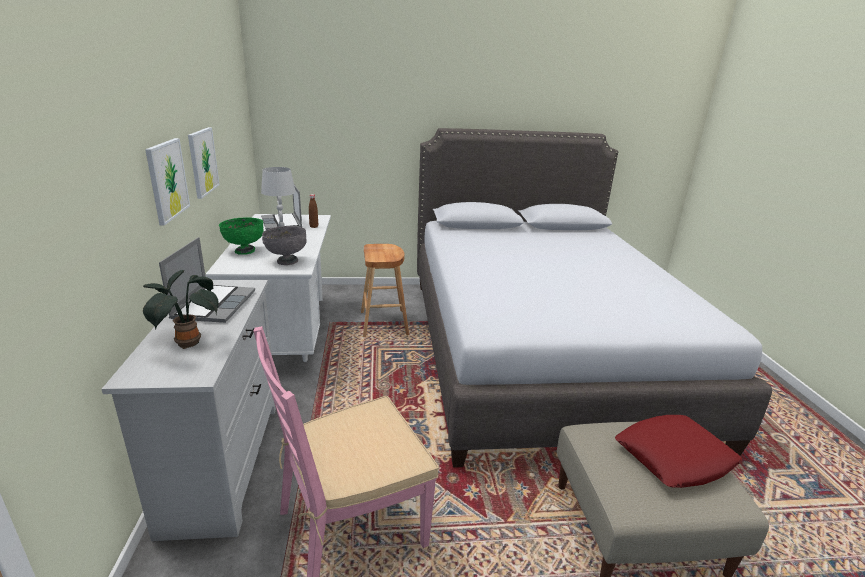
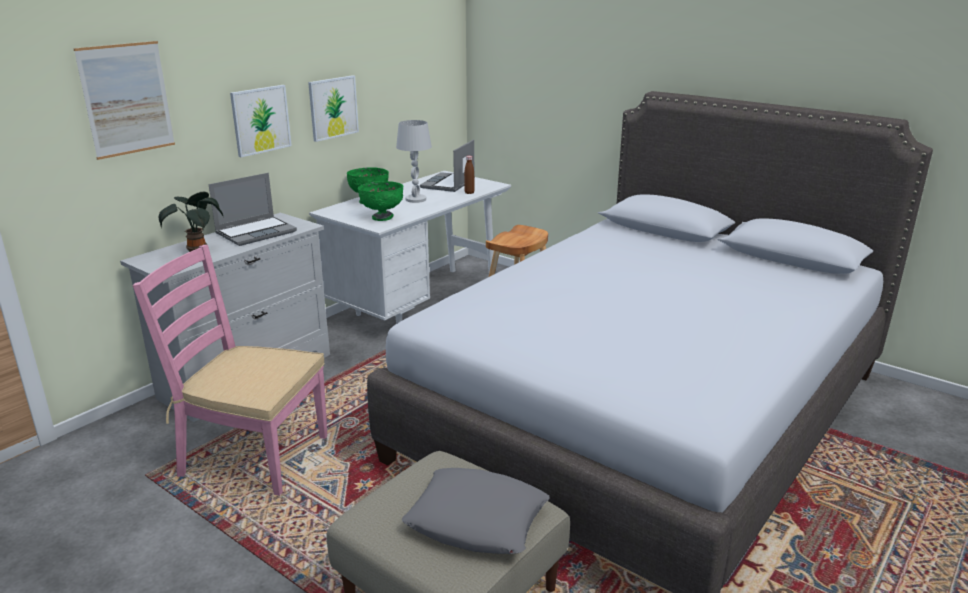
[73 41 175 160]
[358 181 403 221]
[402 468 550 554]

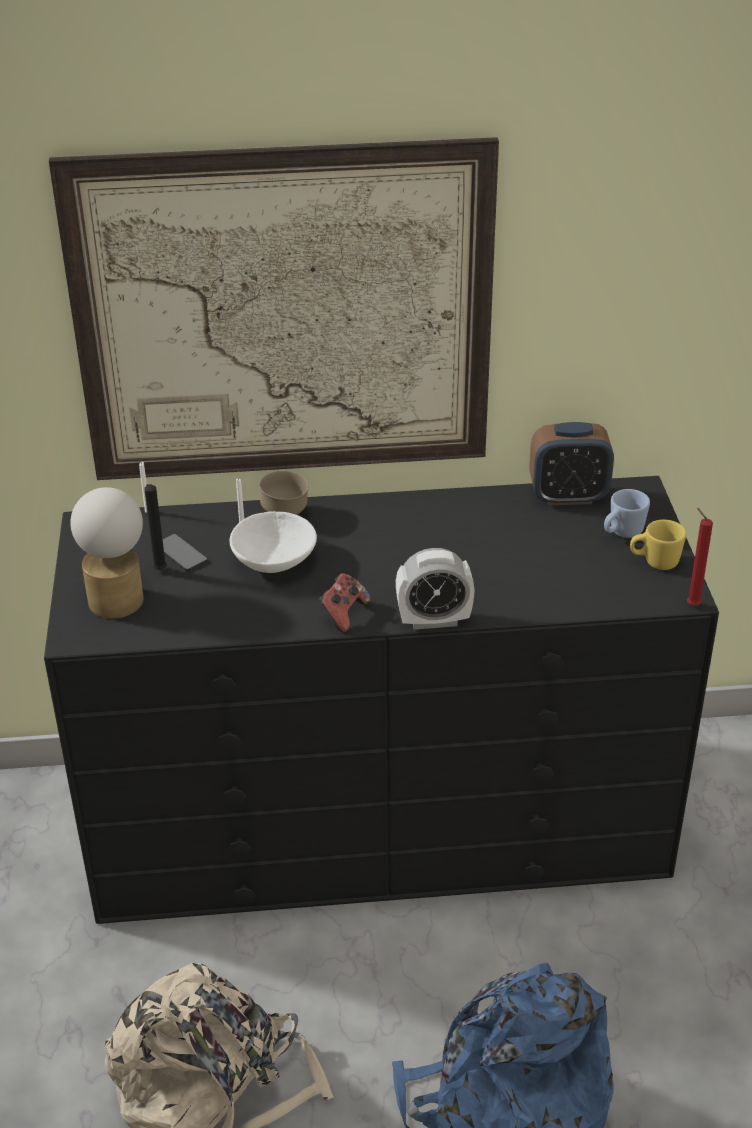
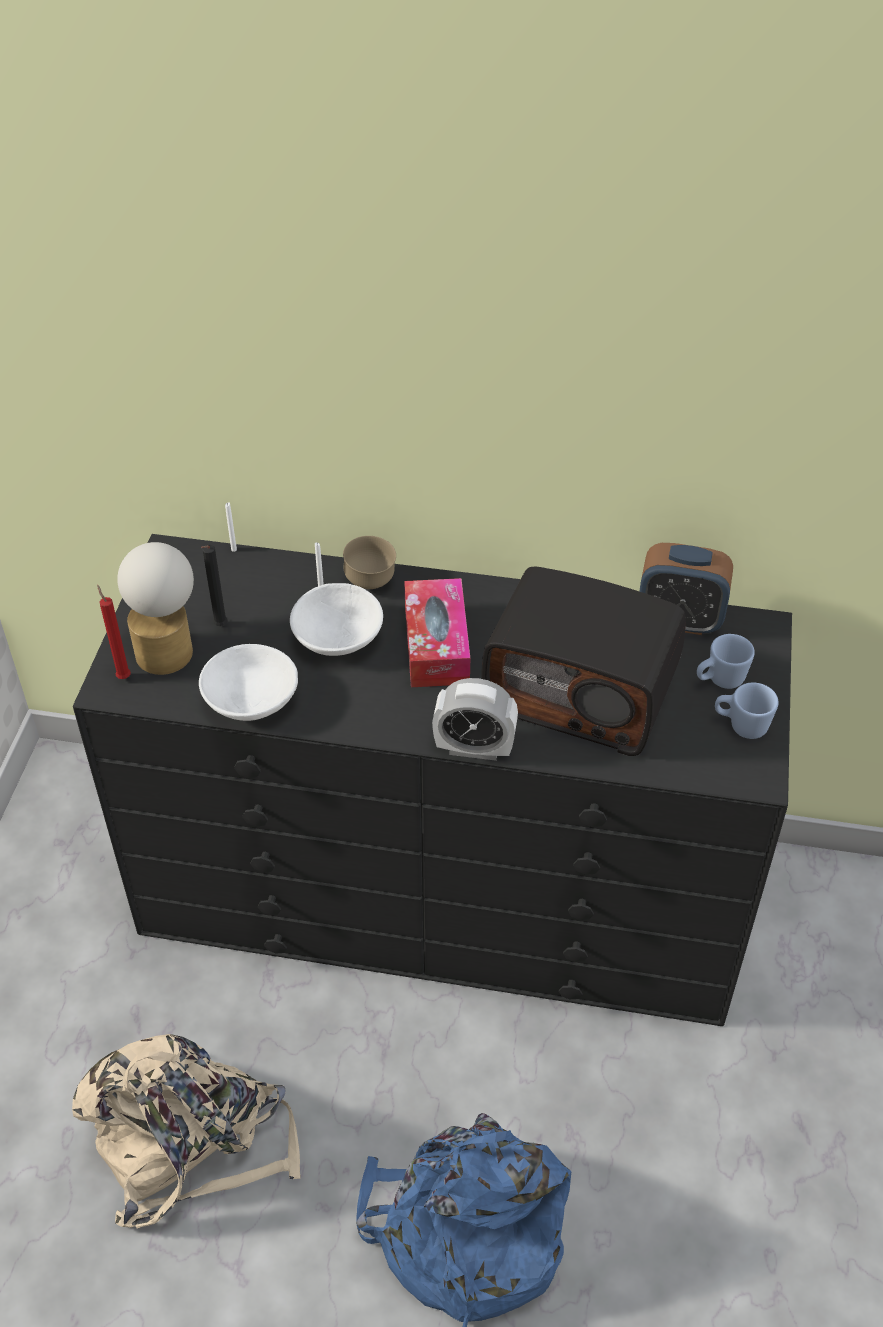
[49 137 499 480] (first image)
[163 534 208 571] (first image)
[319 573 371 632] (first image)
[199 644 298 721]
[404 578 470 687]
[481 566 686 756]
[97 585 131 679]
[715 683 779 739]

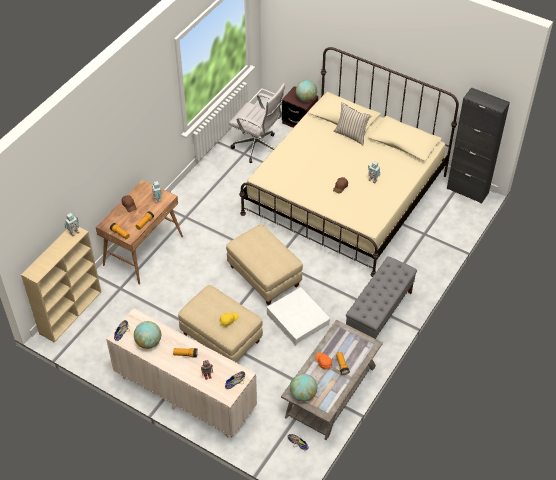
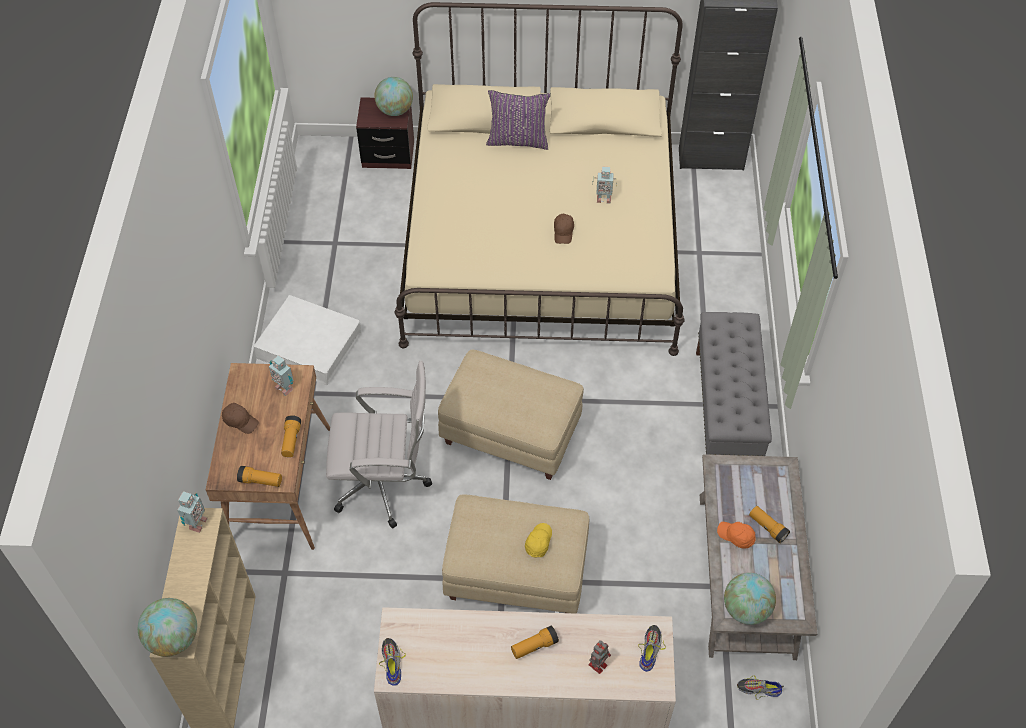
[138 598 197 657]
[326 361 432 529]
[253 295 361 385]
[486 90 551 150]

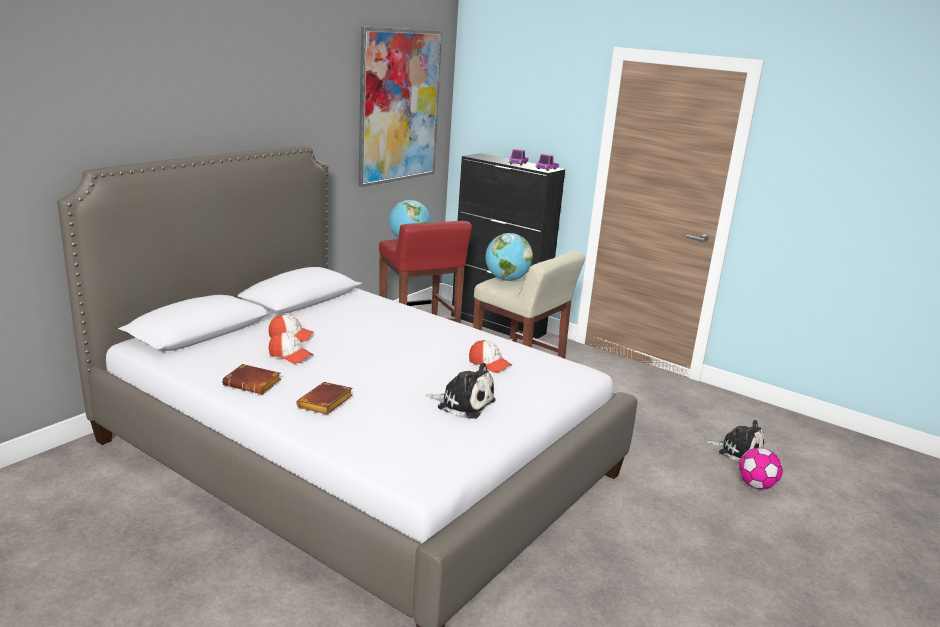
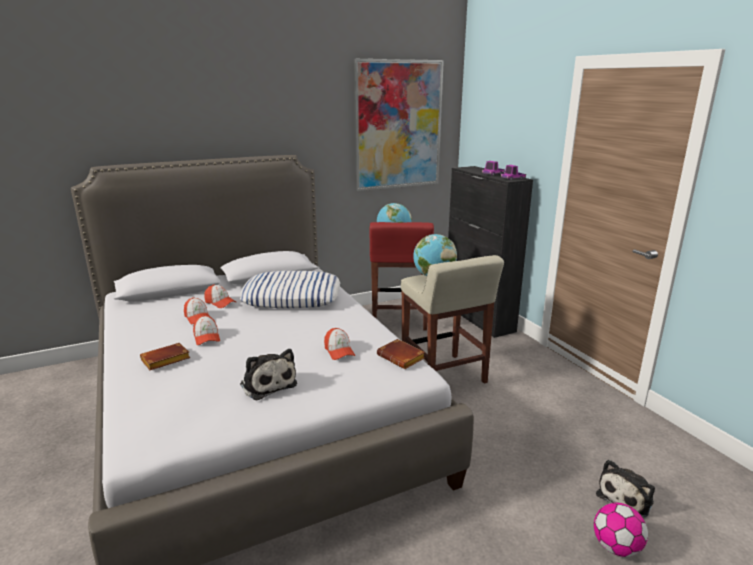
[193 315 220 345]
[240 271 340 308]
[377 339 425 369]
[596 460 655 518]

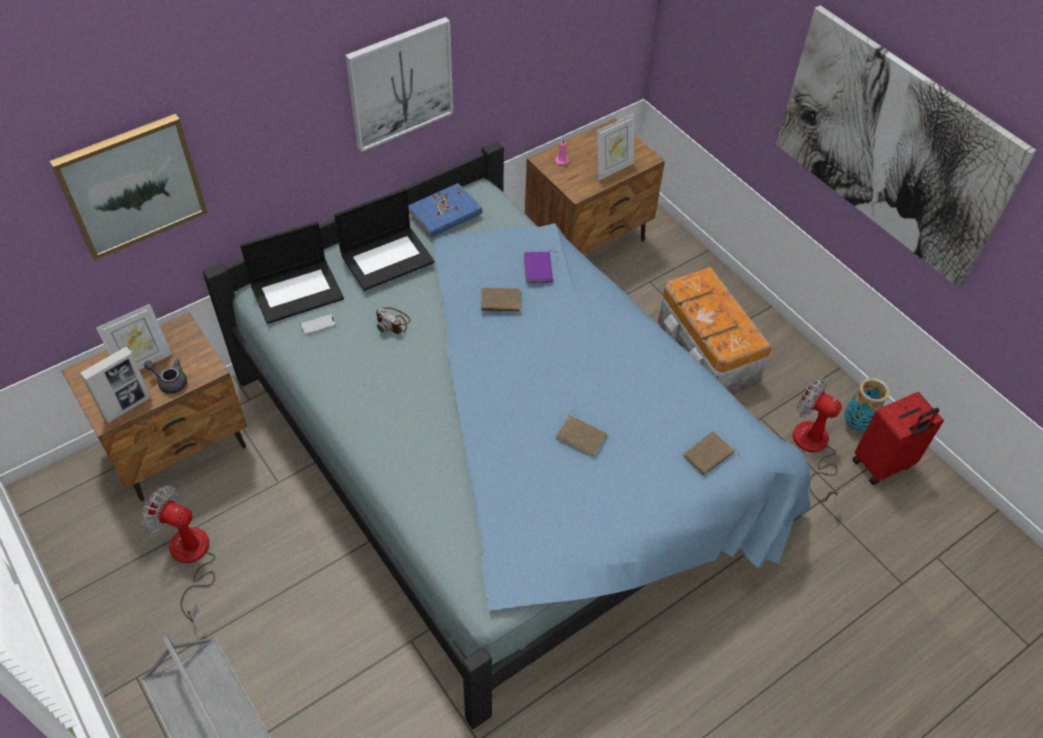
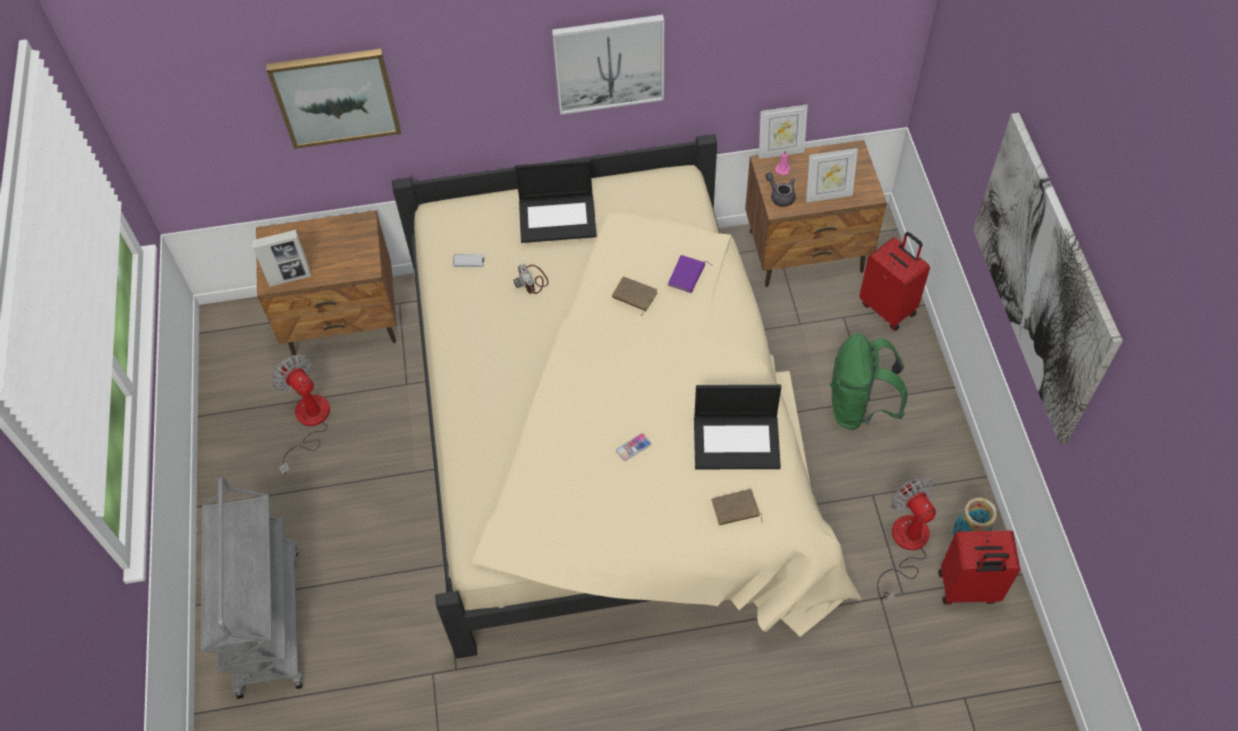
[408 183 482 237] (first image)
[859 232 930 331]
[759 104 808 159]
[765 172 796 207]
[694 385 781 469]
[616 433 651 461]
[830 334 908 430]
[392 134 861 659]

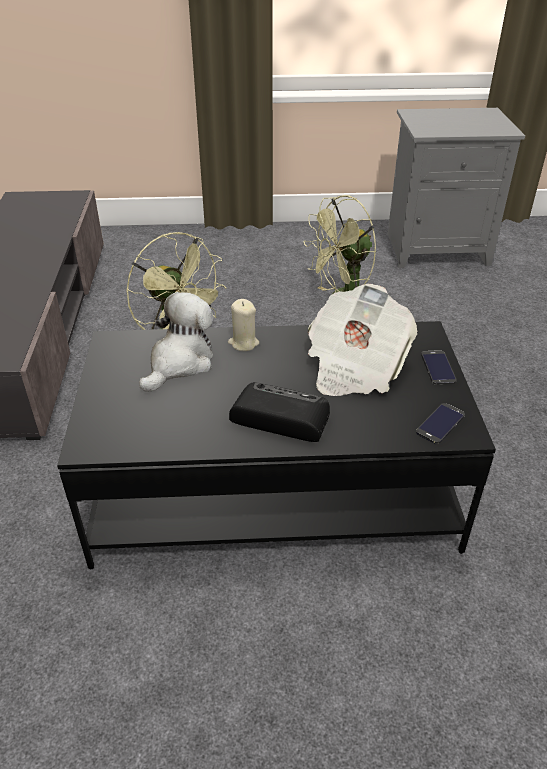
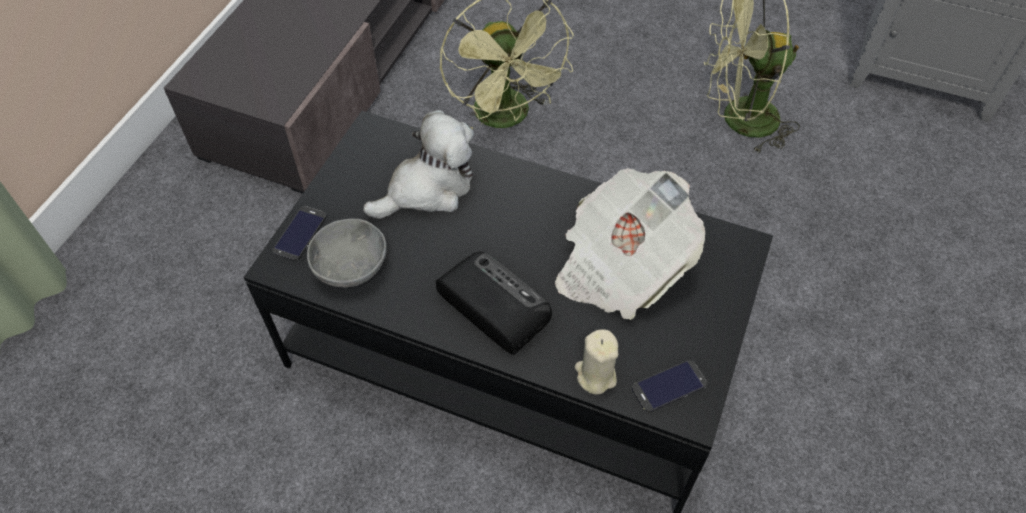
[307 219 387 288]
[575 329 618 394]
[272 206 326 261]

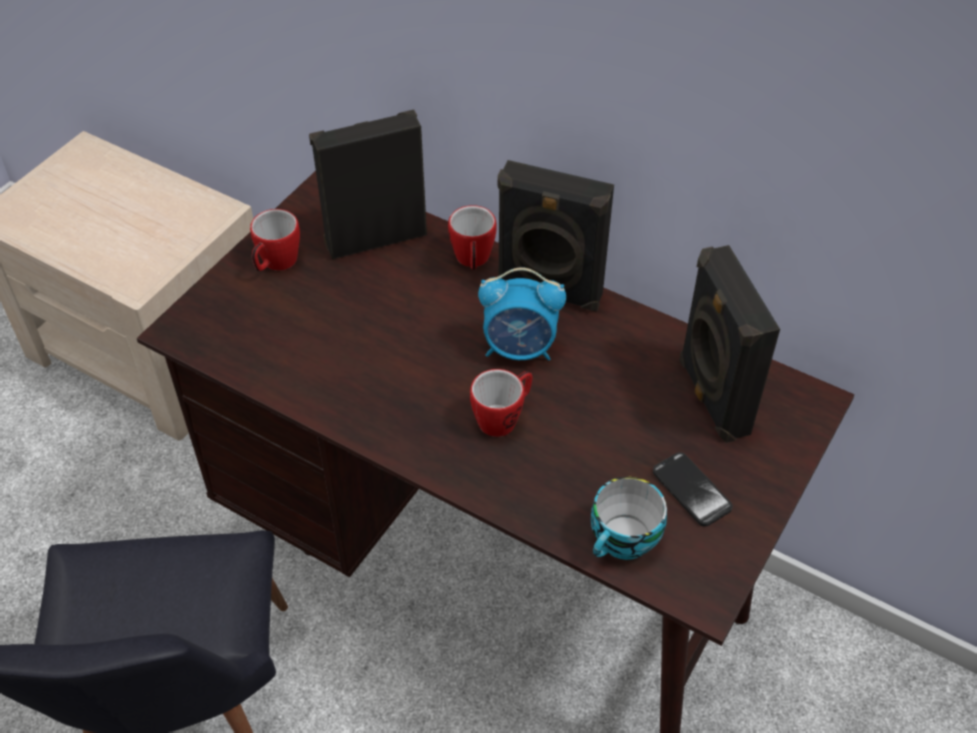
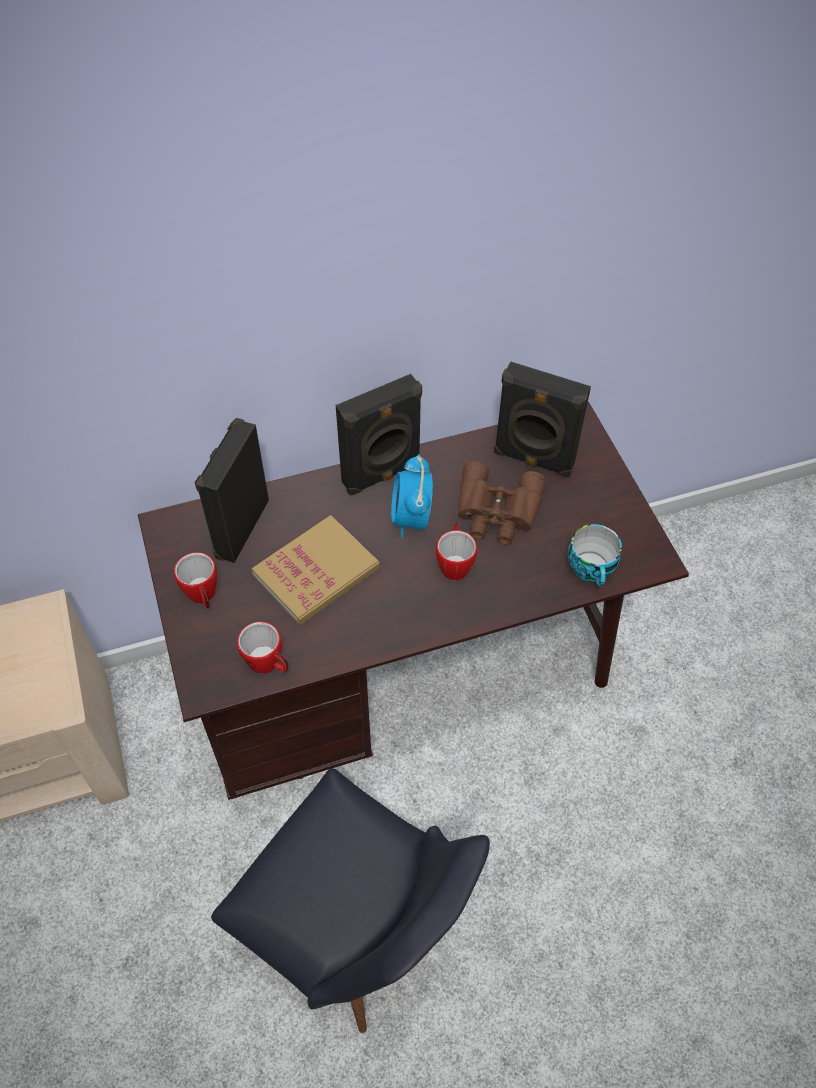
[653 452 733 527] (first image)
[251 515 380 625]
[458 461 546 545]
[237 622 288 674]
[391 454 433 538]

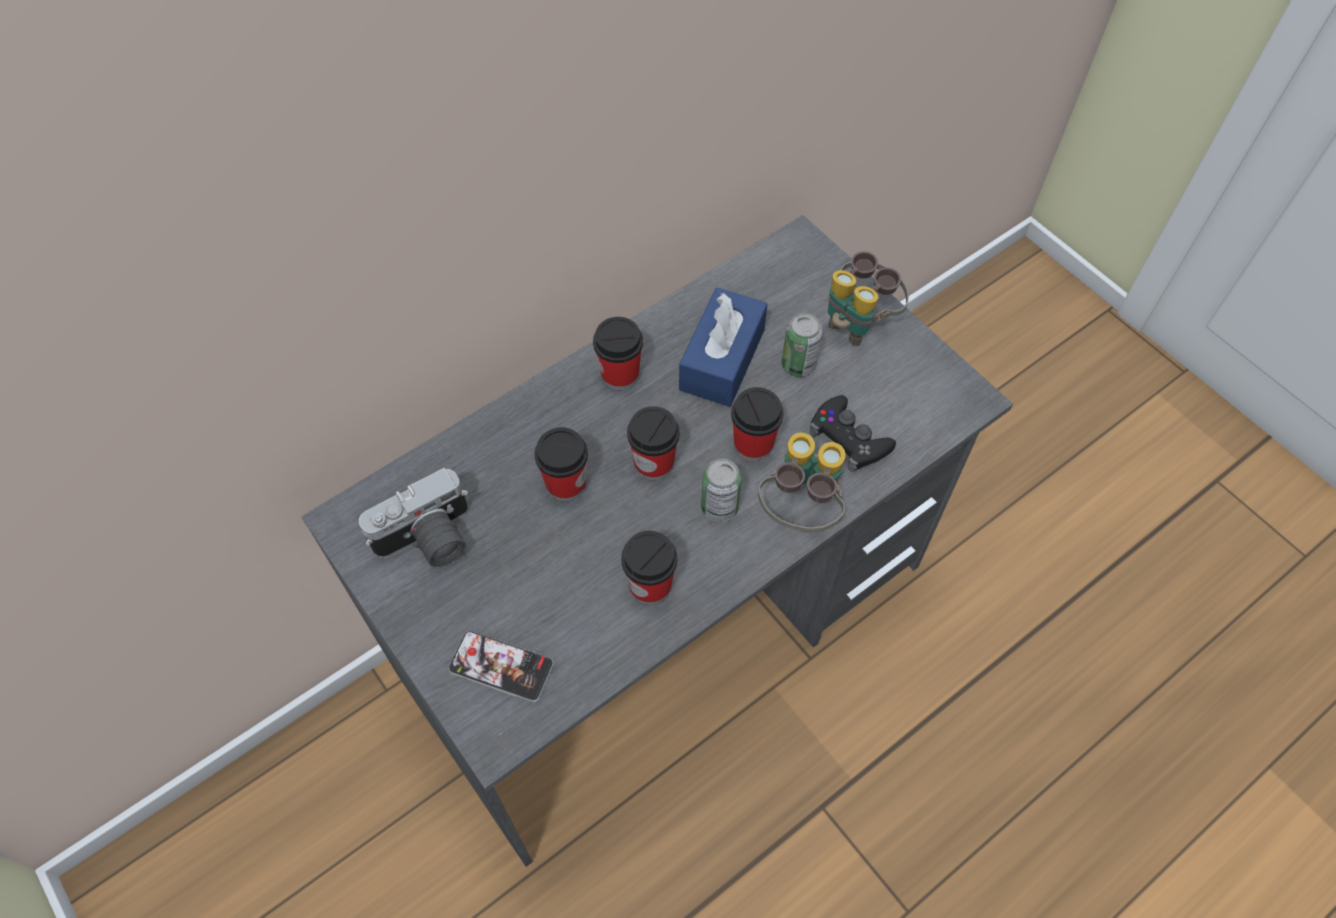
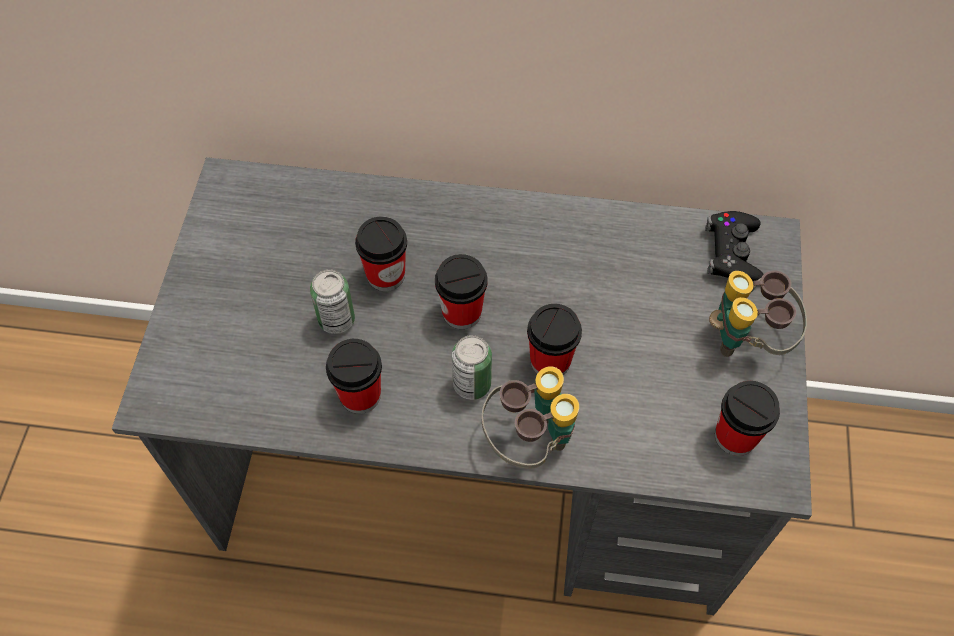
[359 468 468 567] (first image)
[448 631 554 702] (first image)
[679 288 768 407] (first image)
[715 381 780 456]
[310 269 355 334]
[705 211 764 281]

